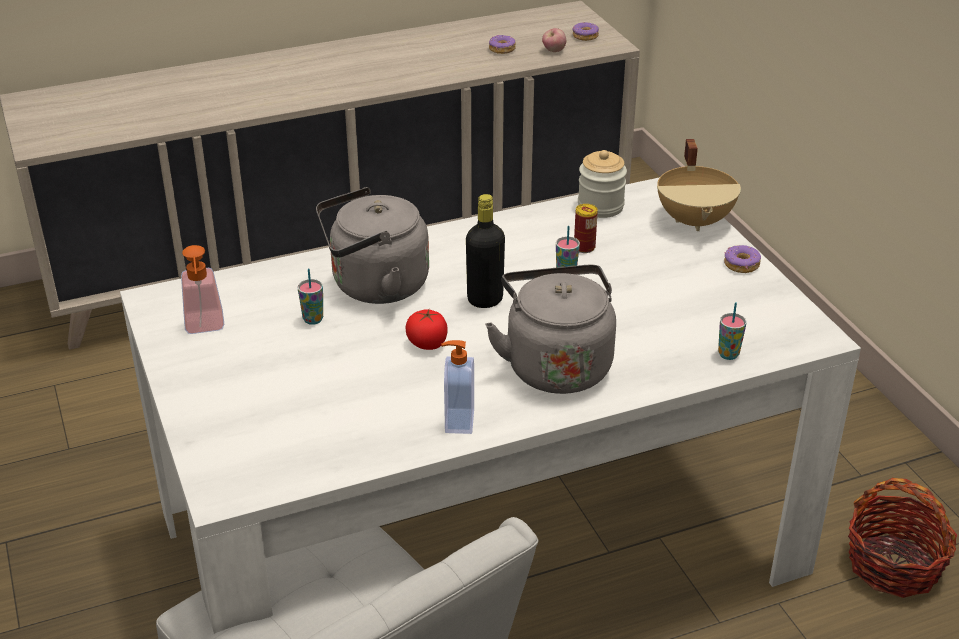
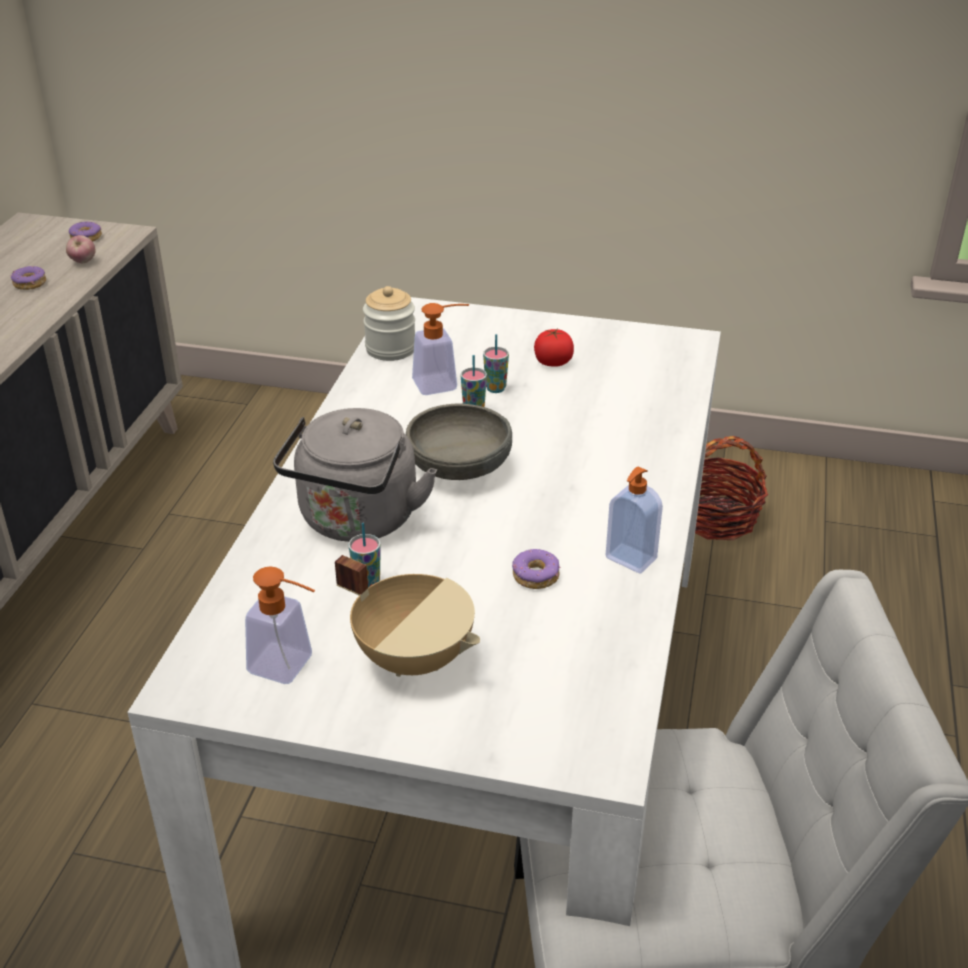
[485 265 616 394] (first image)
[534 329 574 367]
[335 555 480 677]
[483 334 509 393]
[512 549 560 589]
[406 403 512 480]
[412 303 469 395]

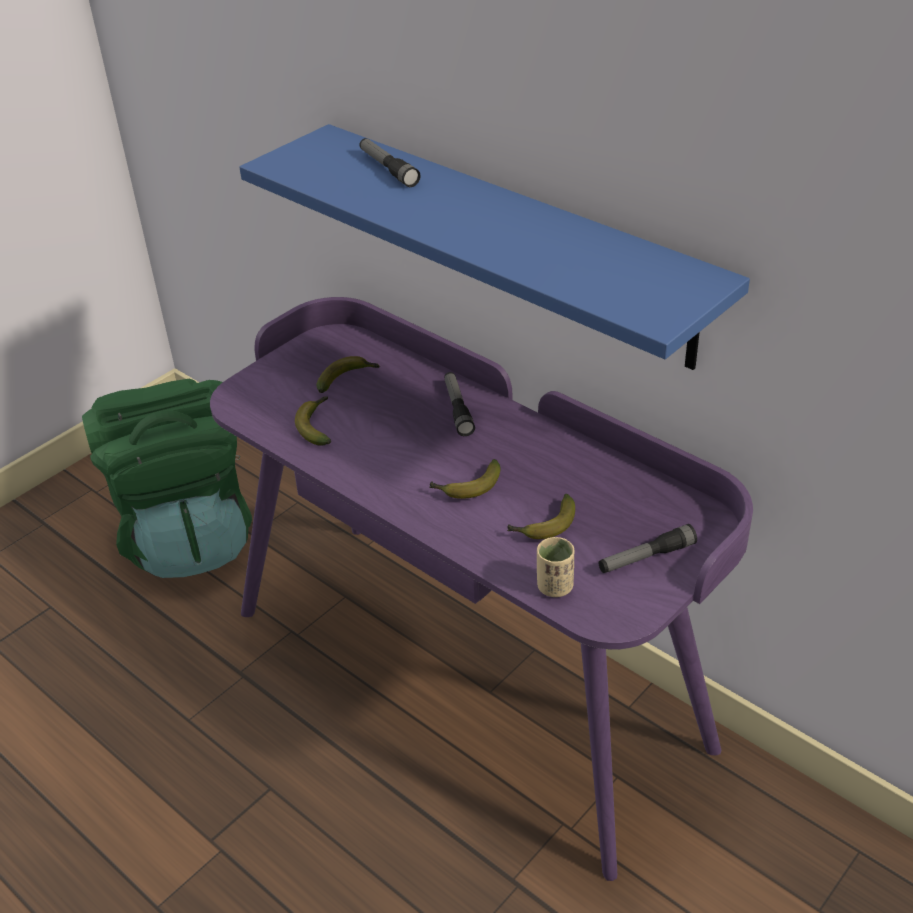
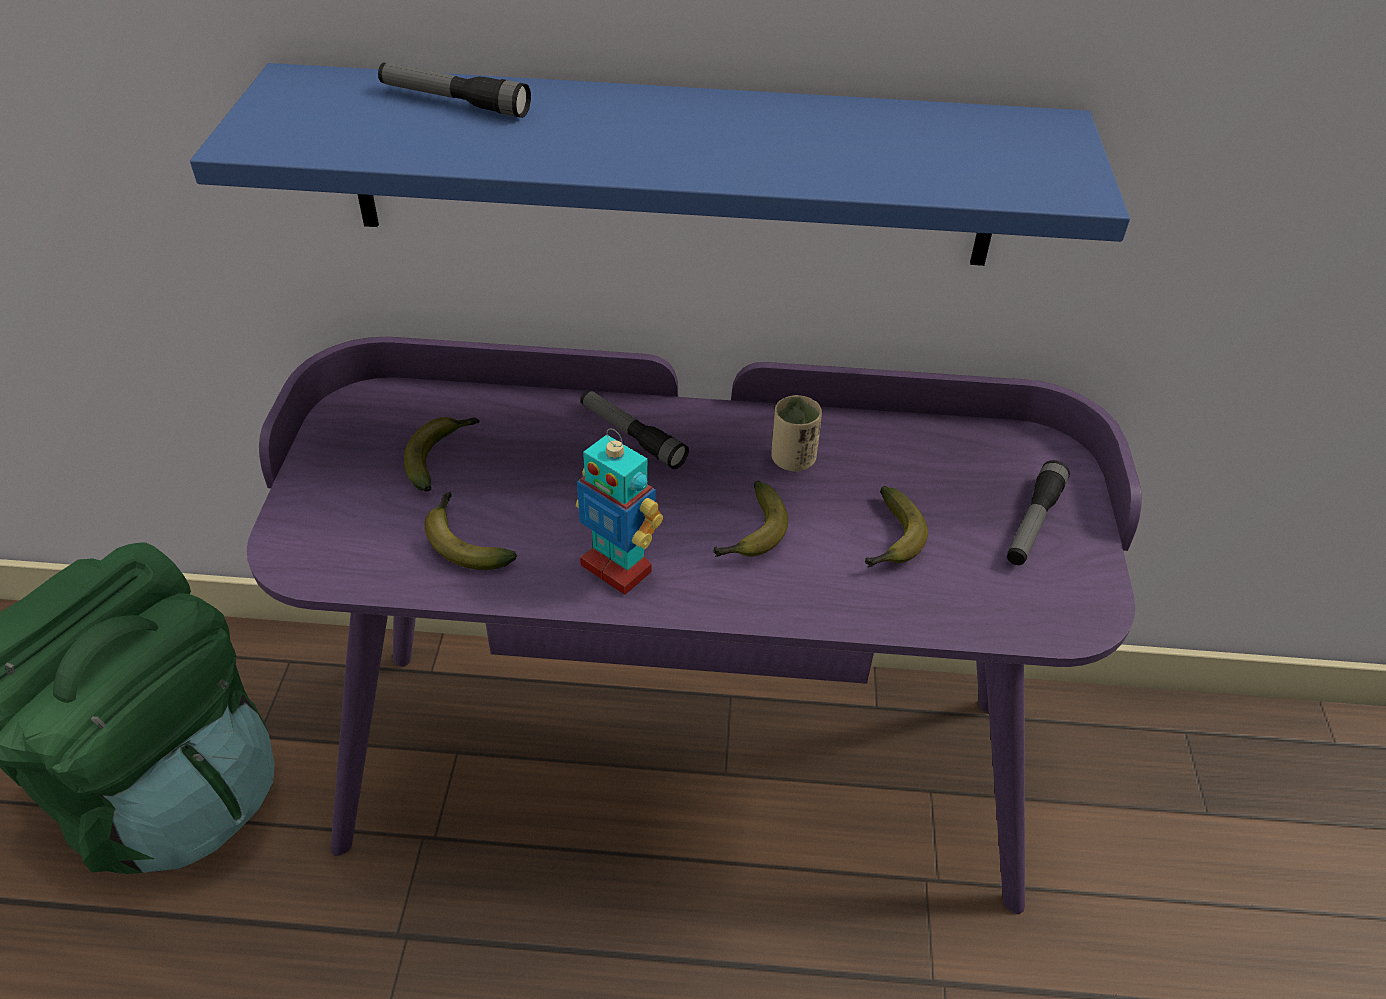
[576 428 663 595]
[771 395 822 471]

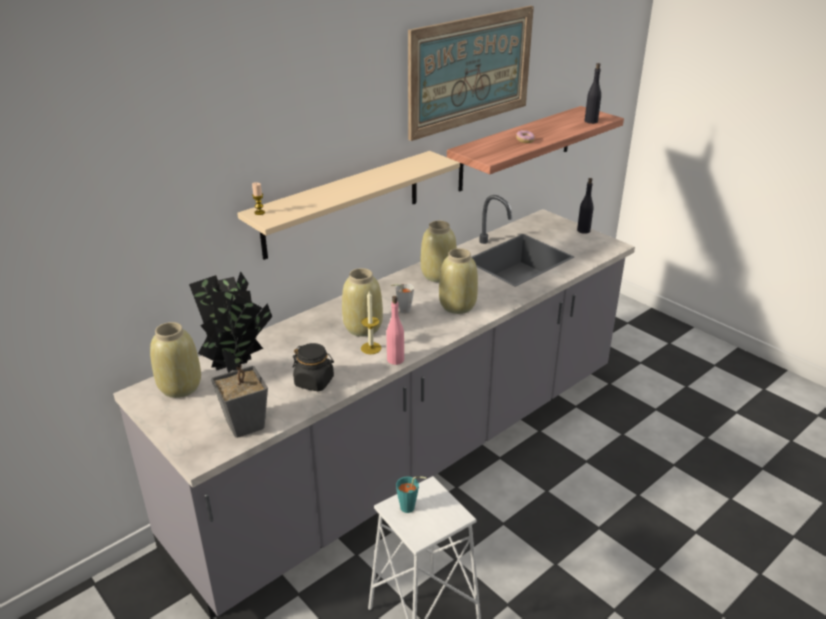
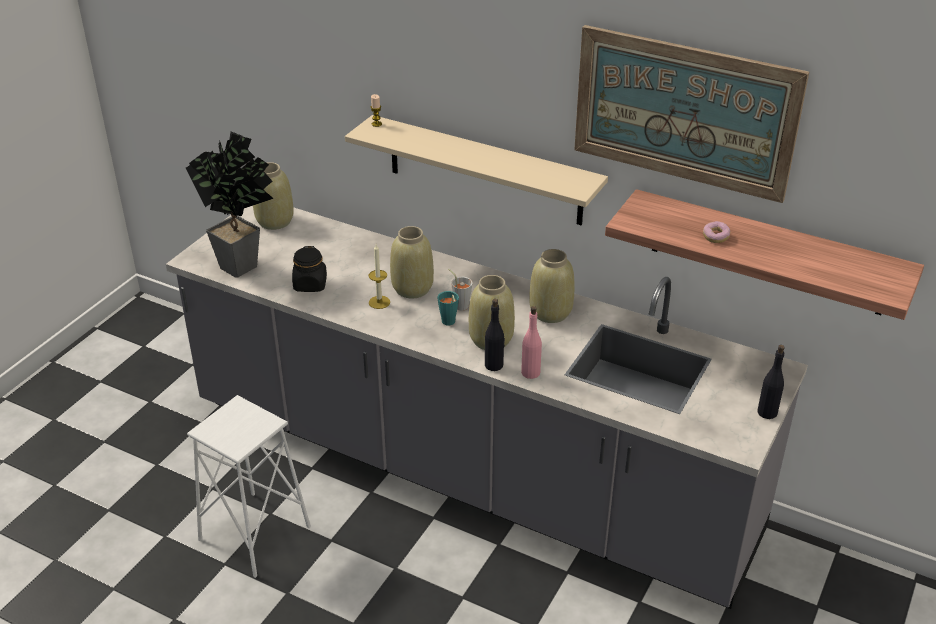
[521 306 542 379]
[437 291 459 325]
[485 299 505 371]

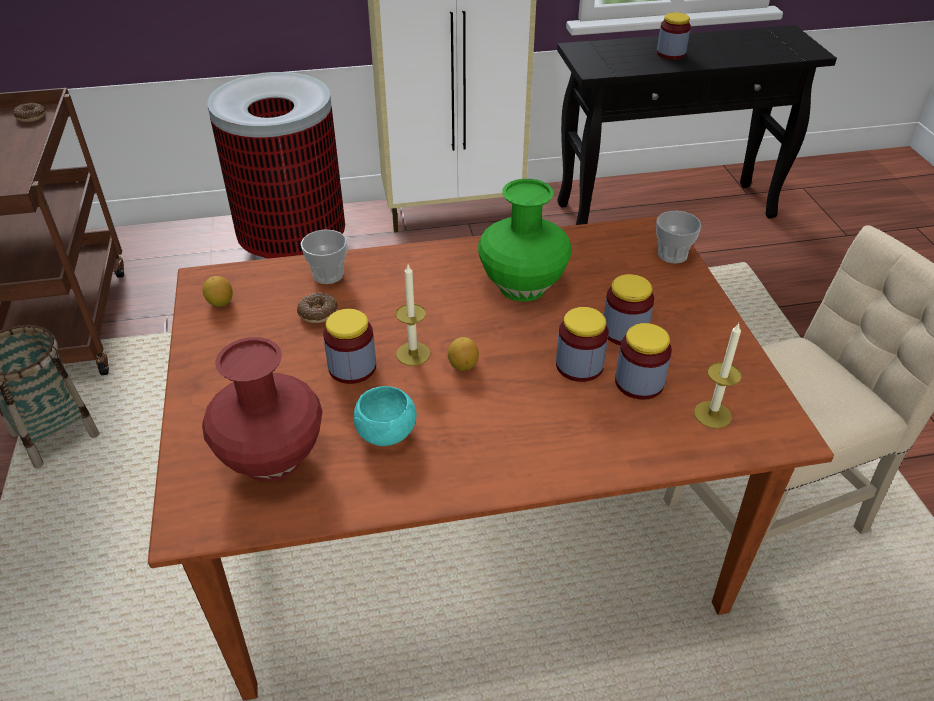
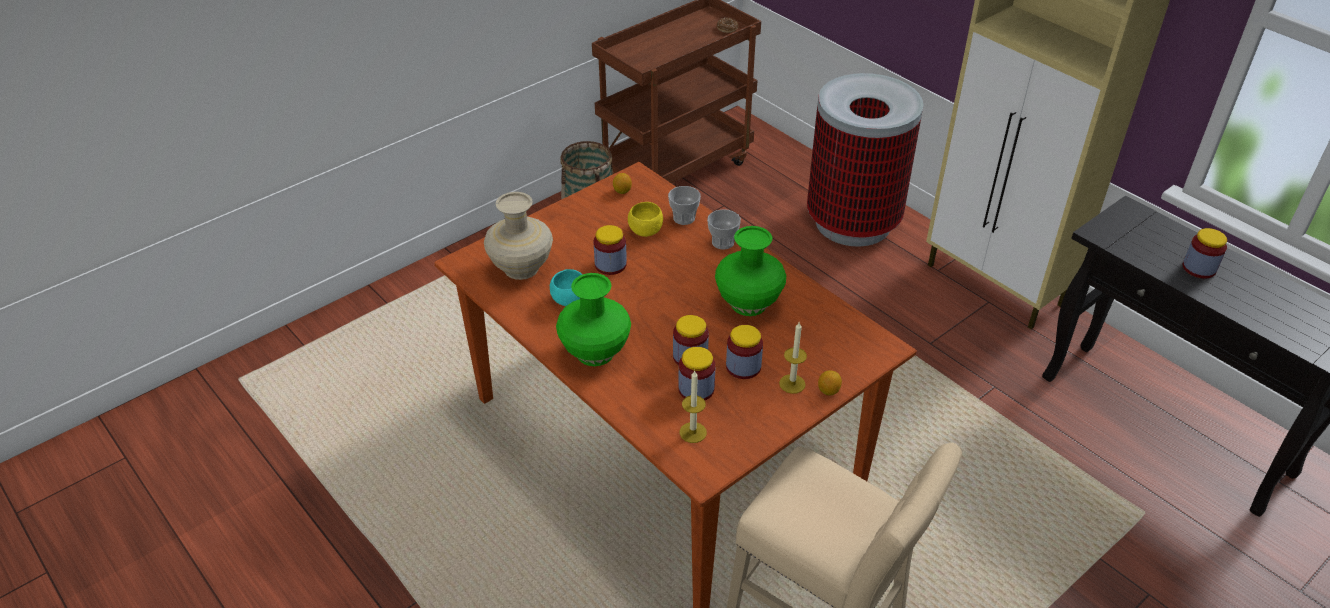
[556 273 631 366]
[779 322 807 394]
[818 370 842 395]
[707 209 741 250]
[628 202 663 237]
[484 192 553 280]

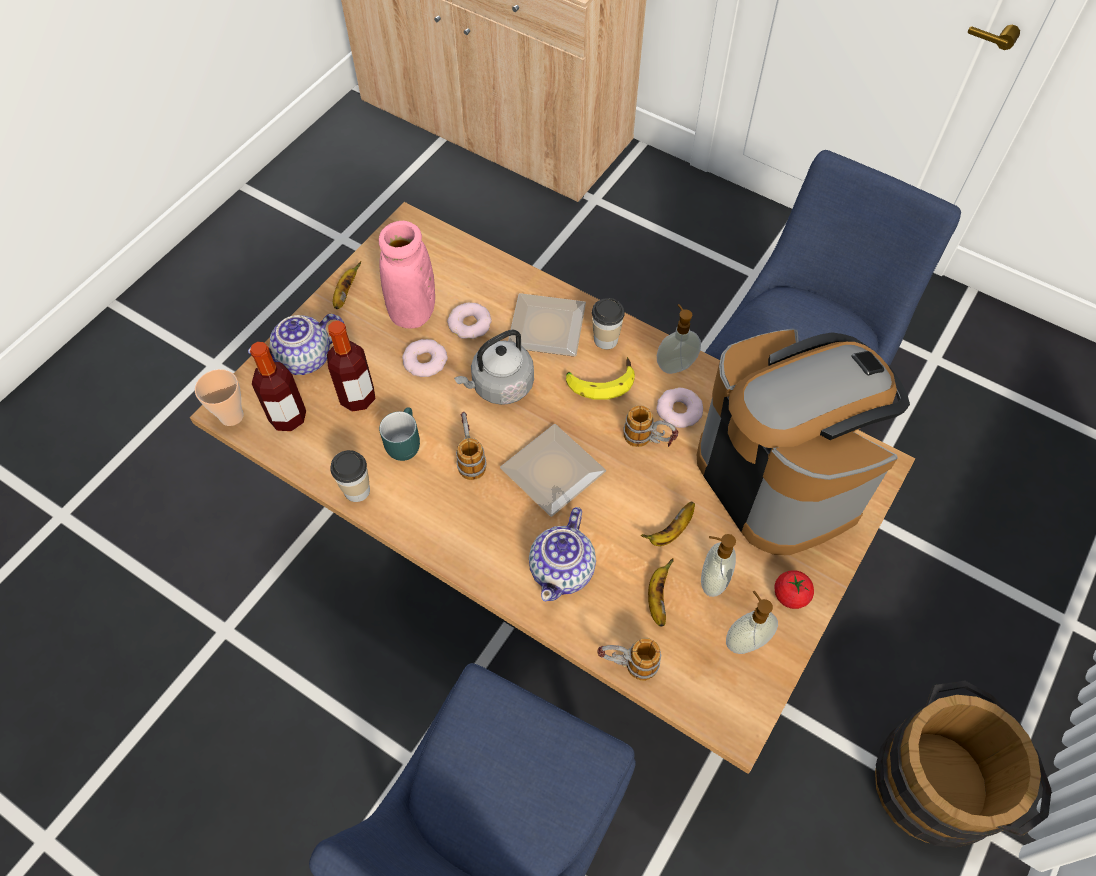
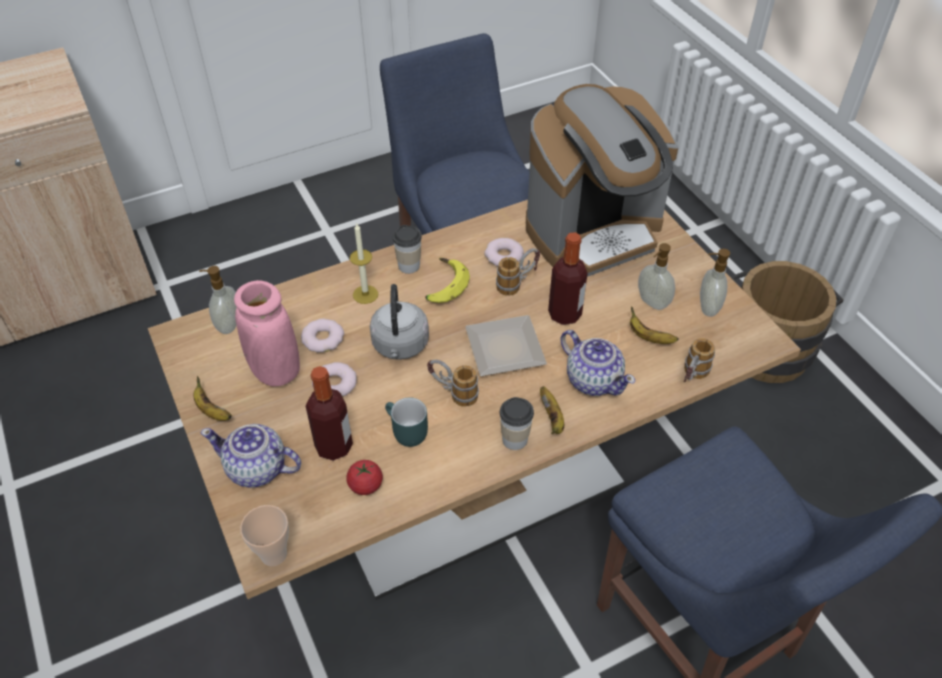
[548 232 588 325]
[500 397 534 450]
[540 386 564 434]
[199 266 237 334]
[346 460 383 495]
[350 224 378 304]
[201 424 301 488]
[526 84 678 277]

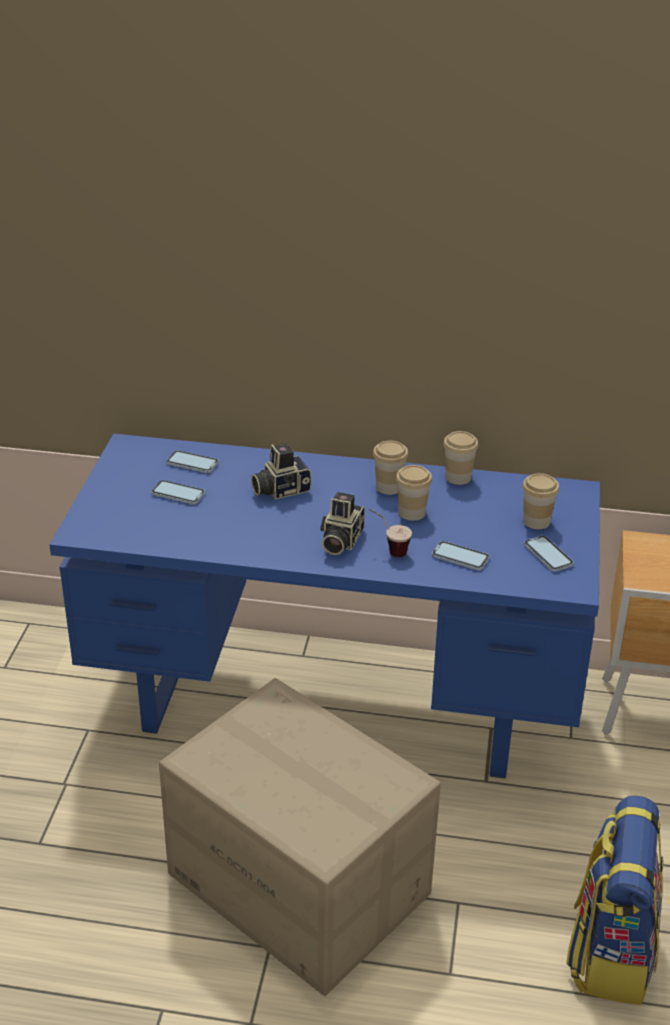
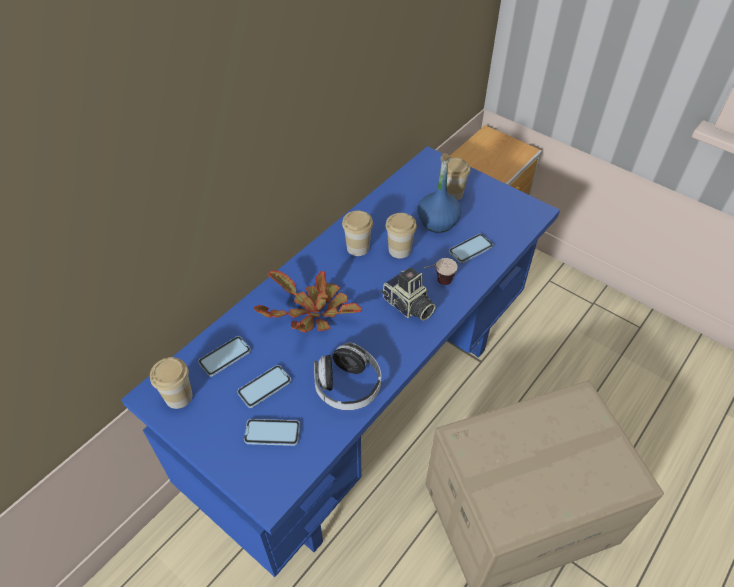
[566 796 663 1005] (first image)
[314 342 381 410]
[418 153 461 233]
[150 357 193 409]
[244 419 300 446]
[254 270 362 332]

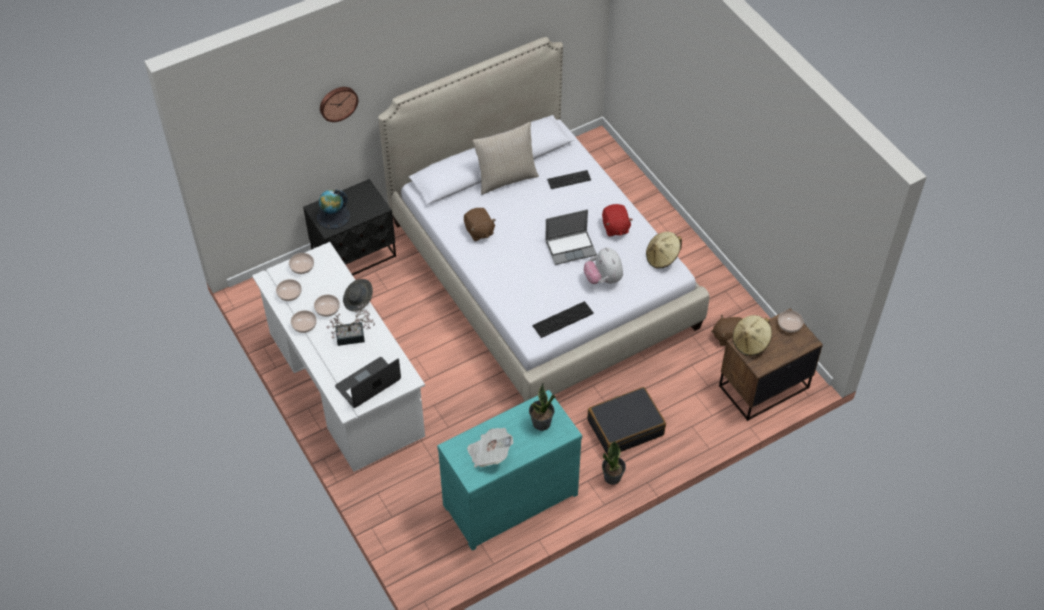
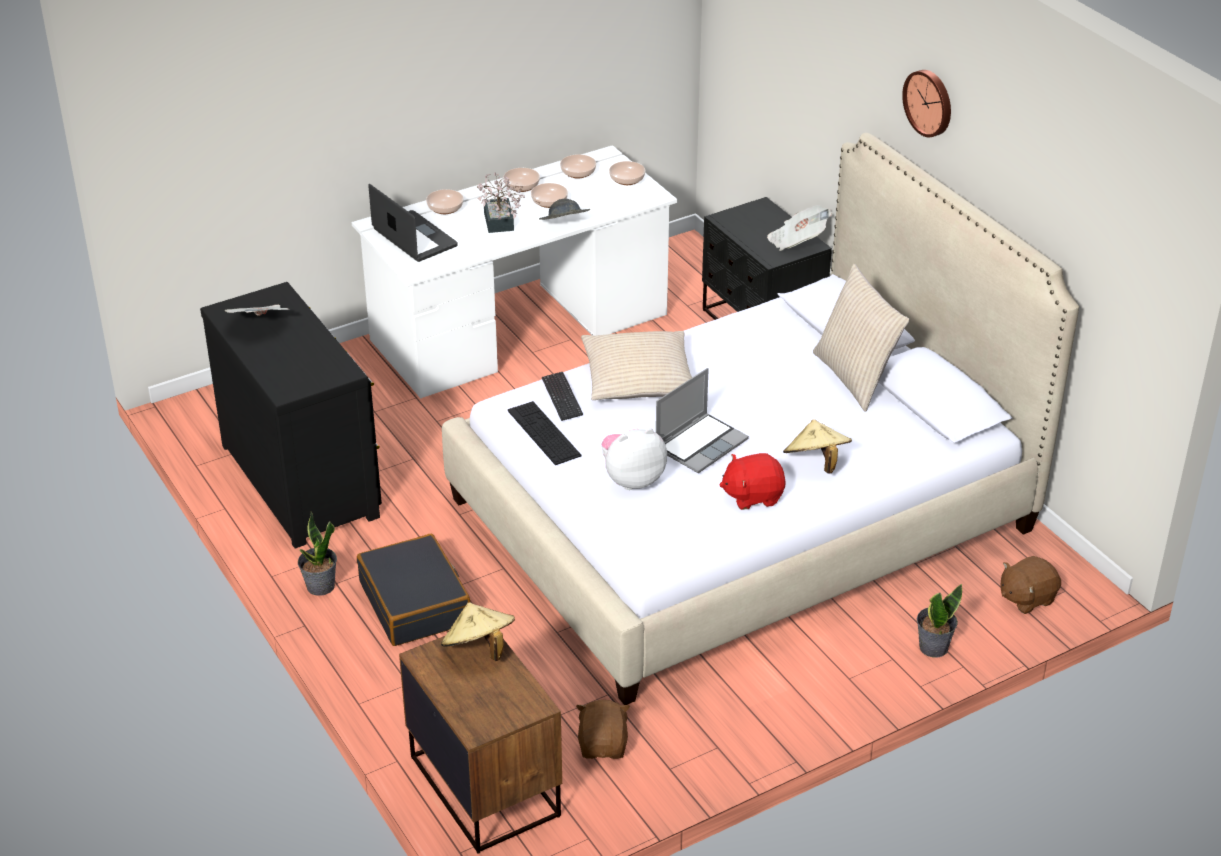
[317 190 350 229] (first image)
[581 331 692 400]
[767 205 832 251]
[902 70 951 137]
[1001 556 1061 614]
[917 584 962 658]
[542 372 583 421]
[783 420 852 473]
[426 189 464 214]
[200 282 382 548]
[656 368 749 473]

